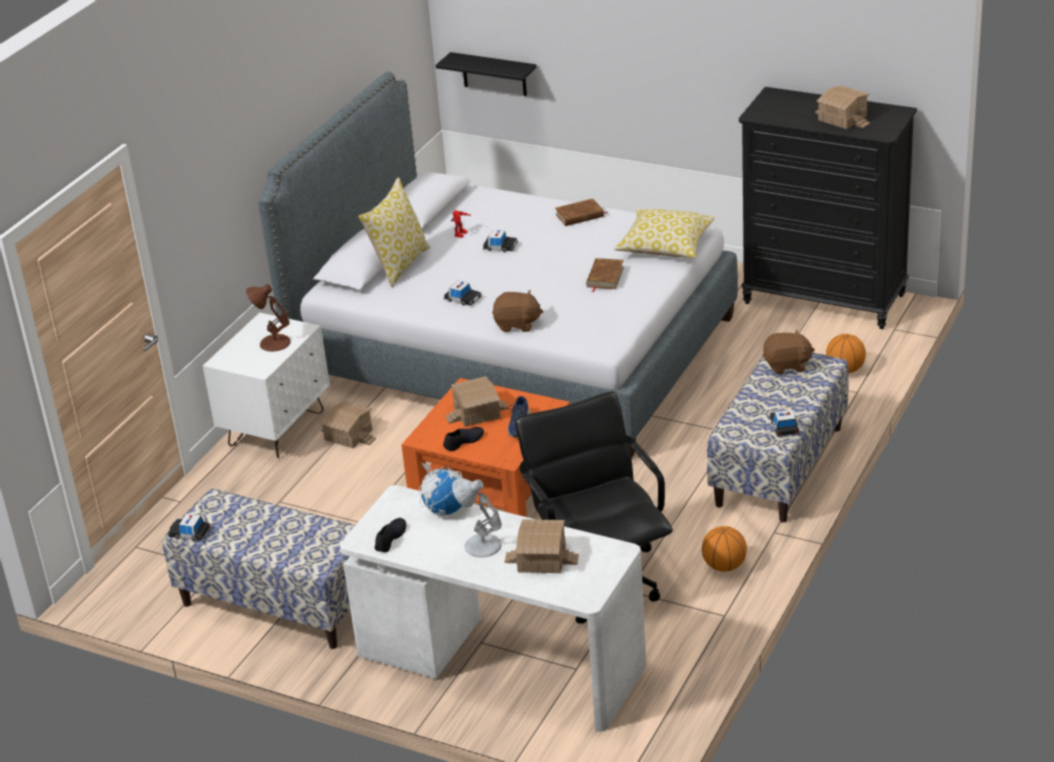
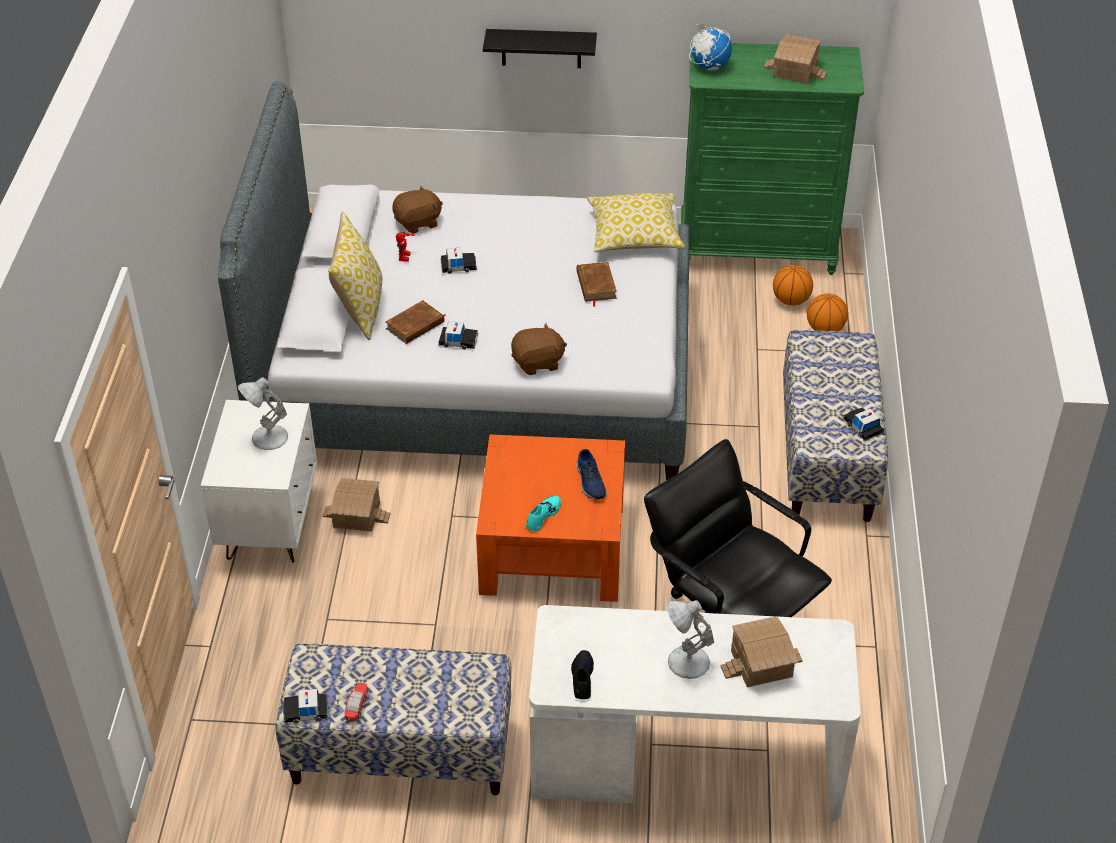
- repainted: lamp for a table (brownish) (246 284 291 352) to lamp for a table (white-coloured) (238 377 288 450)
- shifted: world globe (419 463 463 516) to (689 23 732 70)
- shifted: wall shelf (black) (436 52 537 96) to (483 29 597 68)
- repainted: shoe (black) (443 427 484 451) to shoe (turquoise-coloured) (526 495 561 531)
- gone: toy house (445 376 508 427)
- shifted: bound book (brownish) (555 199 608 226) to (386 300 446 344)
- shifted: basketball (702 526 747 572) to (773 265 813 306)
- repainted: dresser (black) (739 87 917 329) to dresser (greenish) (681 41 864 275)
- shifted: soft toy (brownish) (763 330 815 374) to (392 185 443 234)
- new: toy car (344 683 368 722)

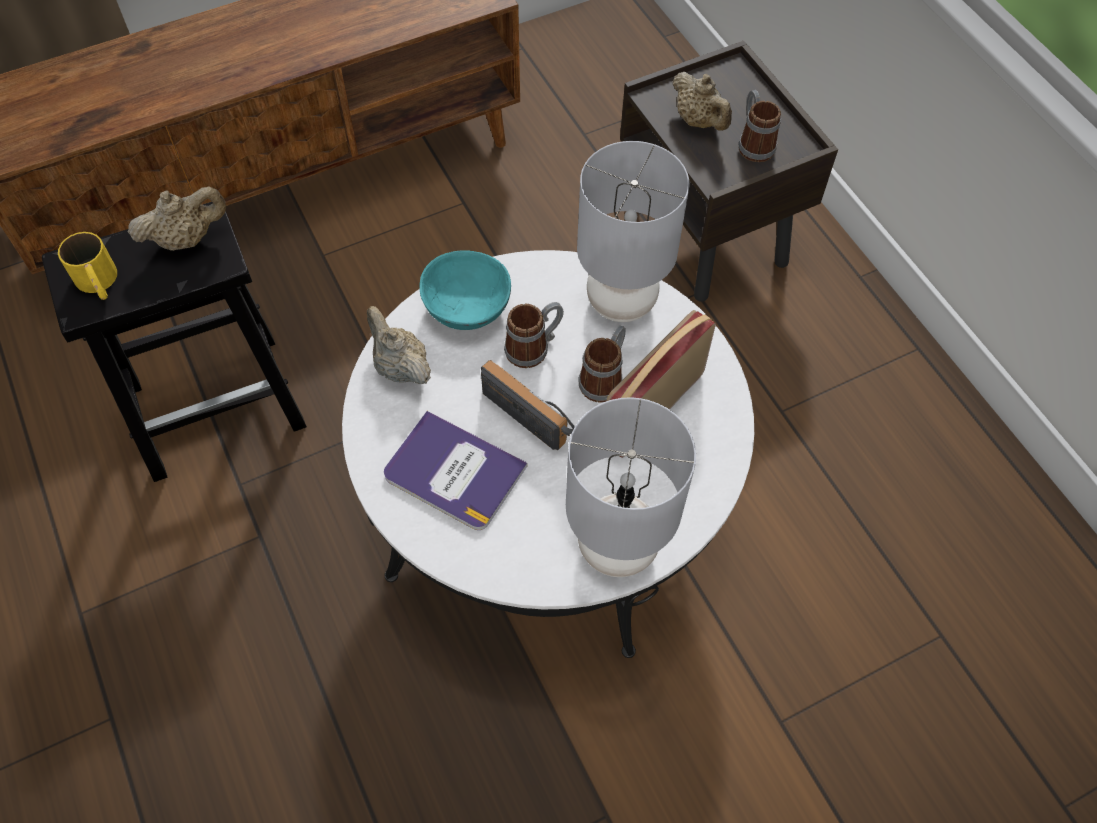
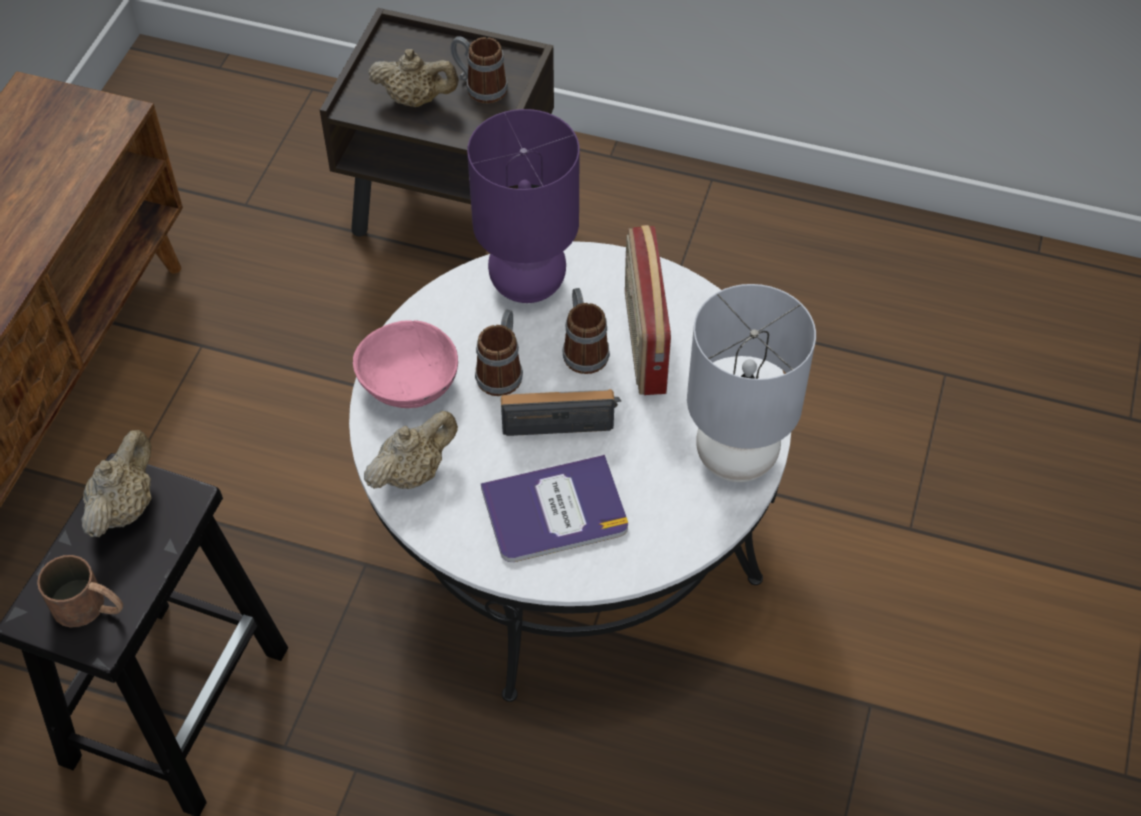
- repainted: mug (yellowish) (58 232 117 300) to mug (brownish) (37 555 123 627)
- rotated: teapot (sand-coloured) (367 306 431 385) = (364 411 458 489) 135 degrees clockwise
- repainted: serving bowl (turquoise-coloured) (420 250 511 330) to serving bowl (pink-coloured) (353 320 458 408)
- repainted: lamp for a table (gray) (577 141 690 322) to lamp for a table (purple-coloured) (467 109 580 303)

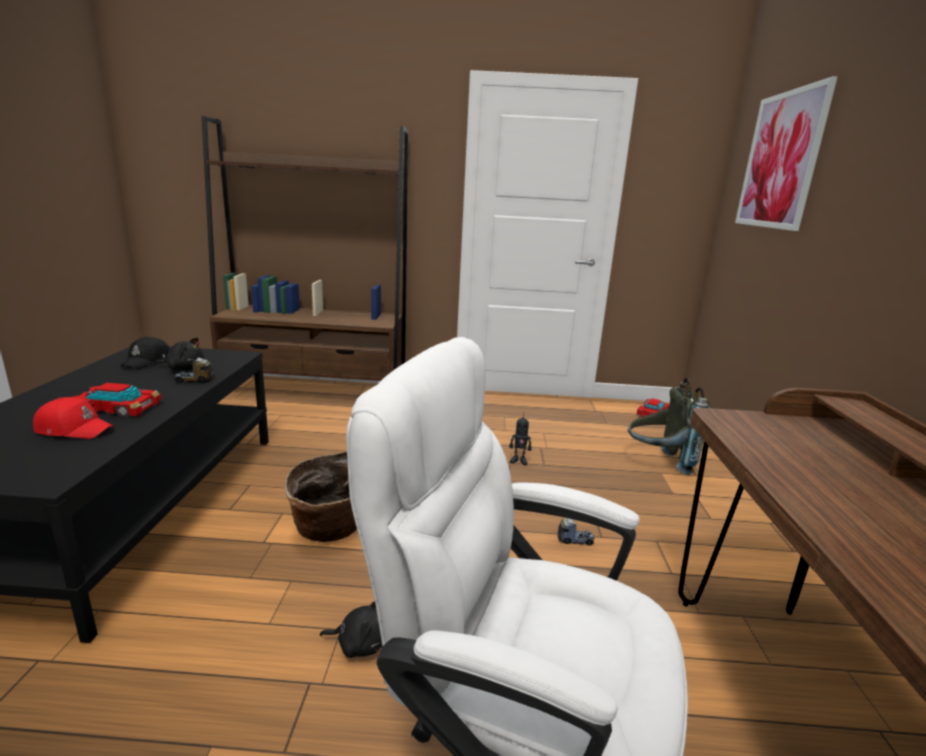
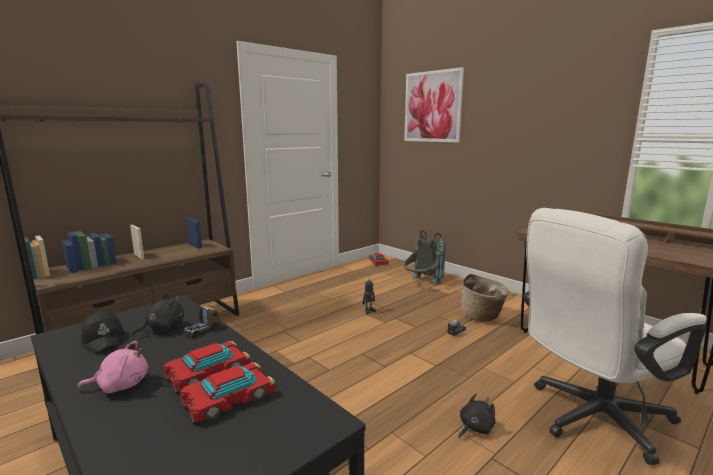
- swapped: baseball cap (red-coloured) (33 397 114 439) to toy car (180 362 276 422)
- shifted: household basket (285 451 357 542) to (461 274 509 322)
- new: soft toy (pink-coloured) (77 341 148 393)

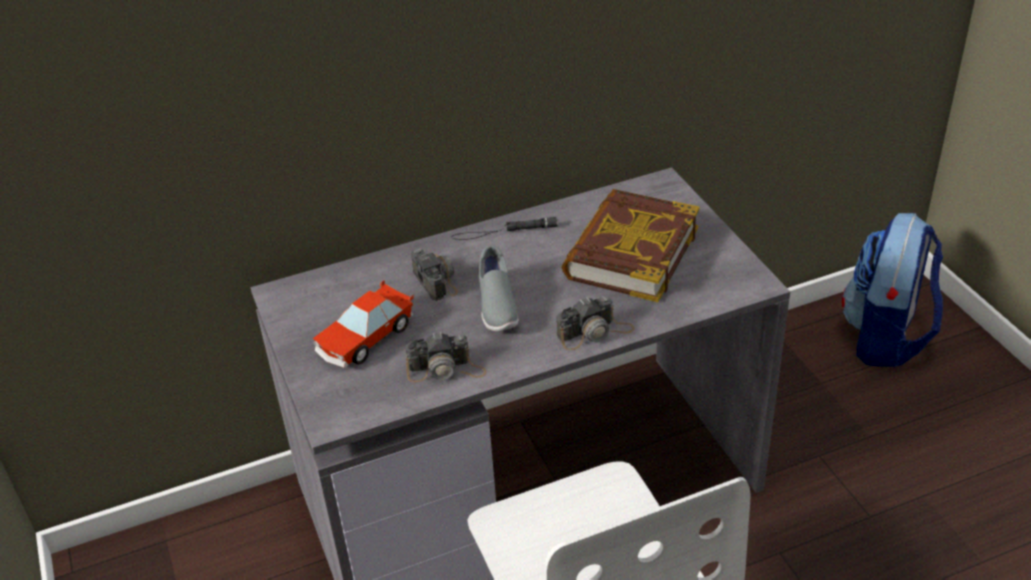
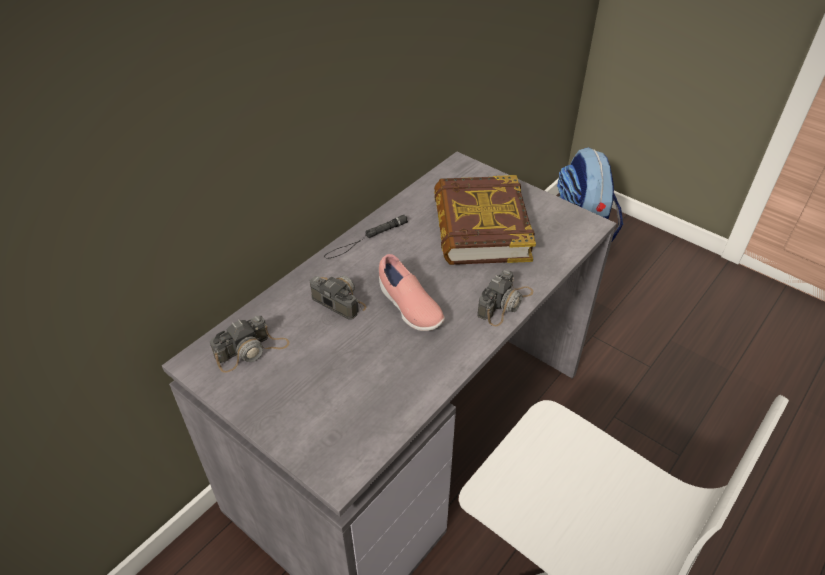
- gone: toy car (313 280 414 368)
- shifted: photo camera (405 332 486 382) to (210 316 290 373)
- repainted: shoe (gray) (479 245 519 332) to shoe (pink-coloured) (379 254 445 331)

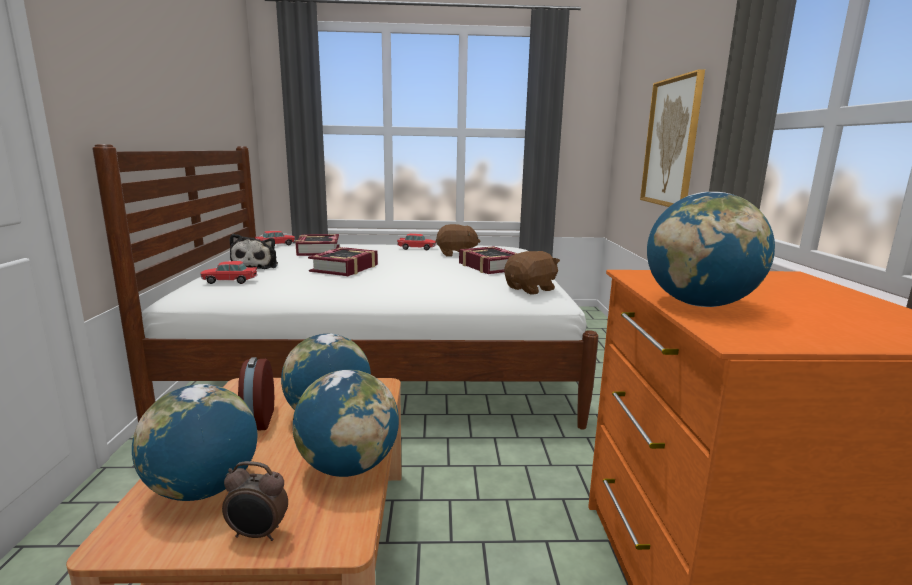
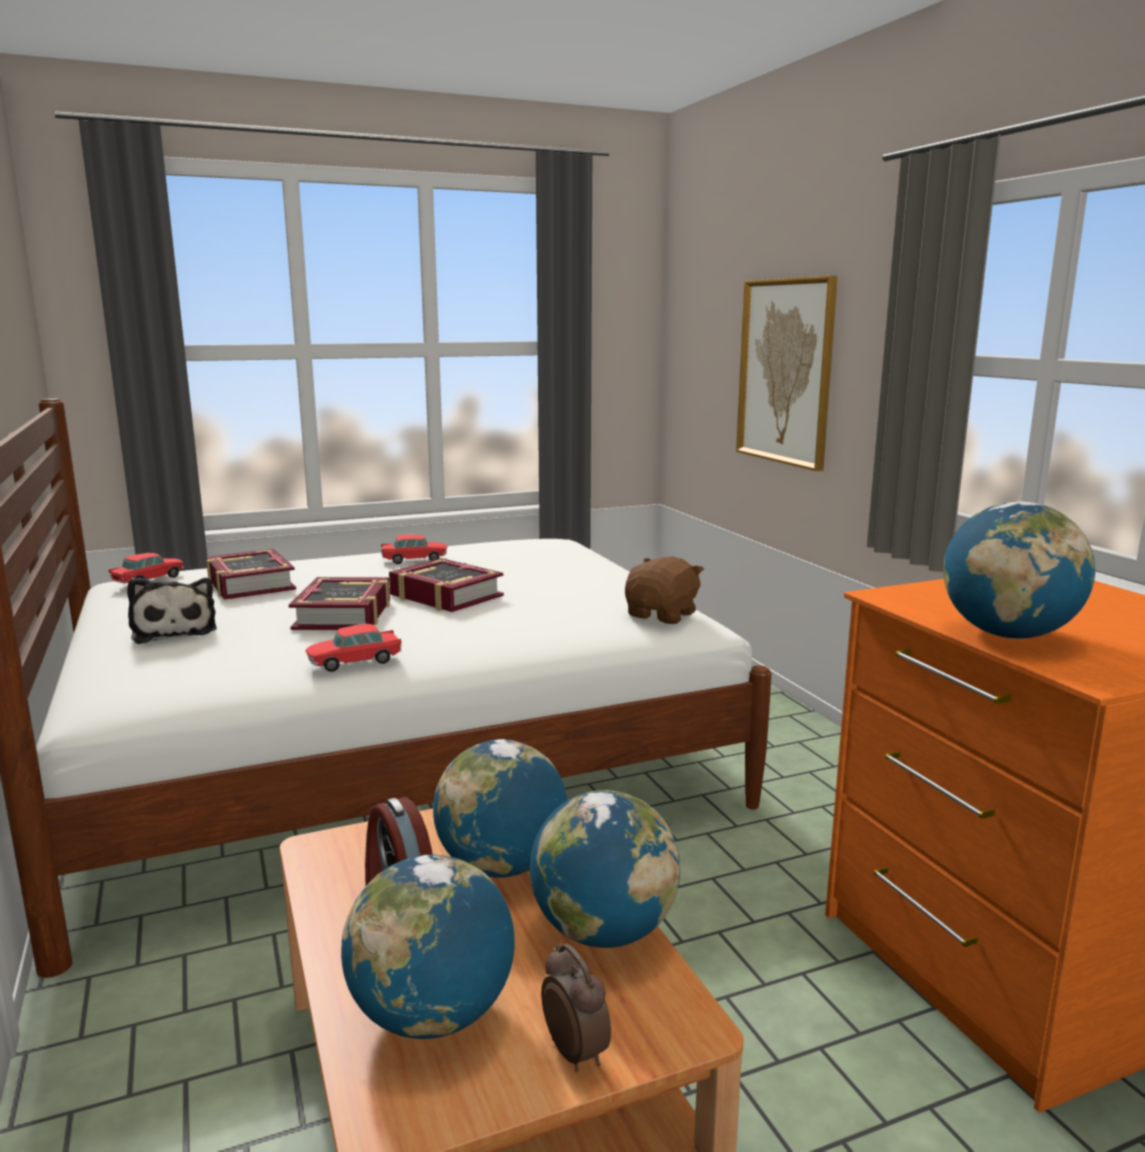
- shifted: toy car (200 261 258 284) to (306 624 402 672)
- rotated: table clock (222 461 288 541) = (541 944 611 1072) 105 degrees counterclockwise
- gone: soft toy (brownish) (435 224 481 256)
- shifted: bound book (459 246 518 274) to (389 558 504 612)

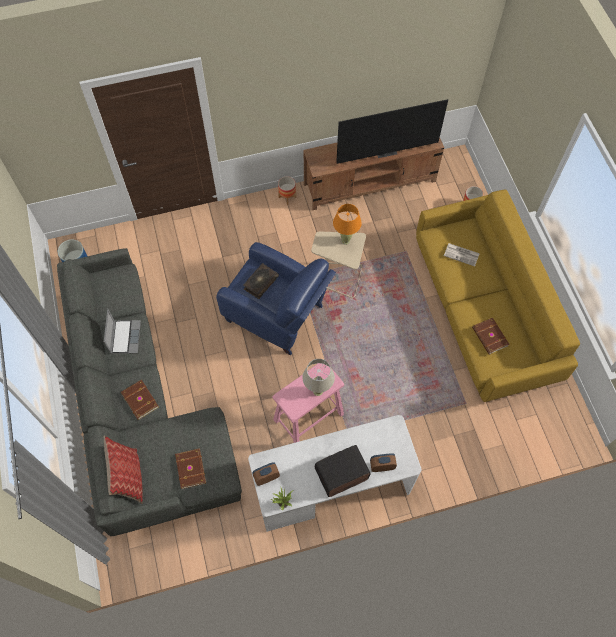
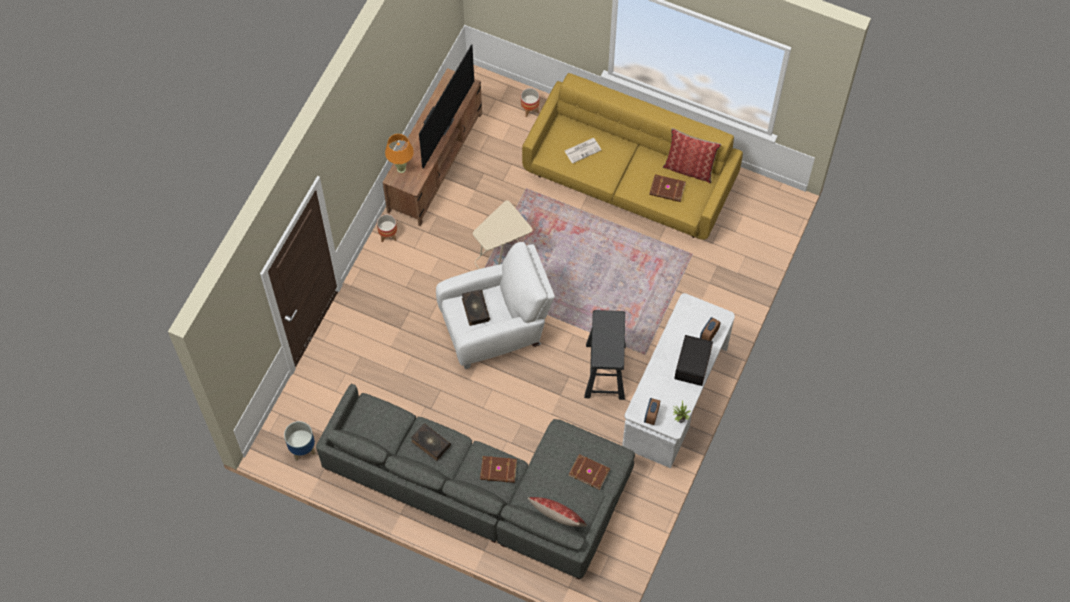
- swapped: notebook computer (104 309 141 354) to bound book (411 423 451 461)
- repainted: armchair (bluish) (216 242 336 355) to armchair (white-coloured) (436 242 555 369)
- repainted: stool (pink-coloured) (272 363 344 443) to stool (black) (584 310 626 400)
- gone: lamp for a table (sand-coloured) (302 359 335 396)
- shifted: lamp for a table (orangey) (333 204 362 245) to (385 134 414 173)
- new: pillow (663 128 721 183)

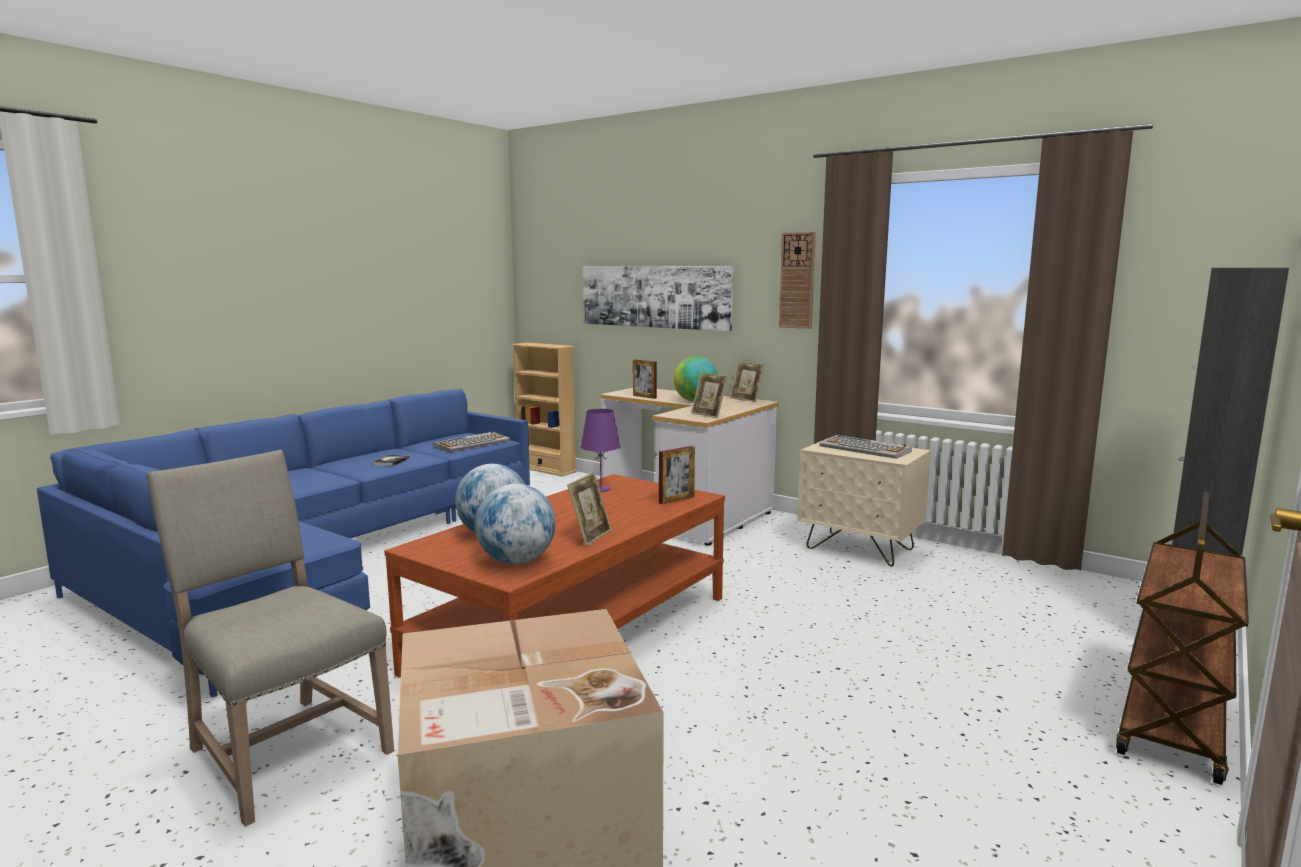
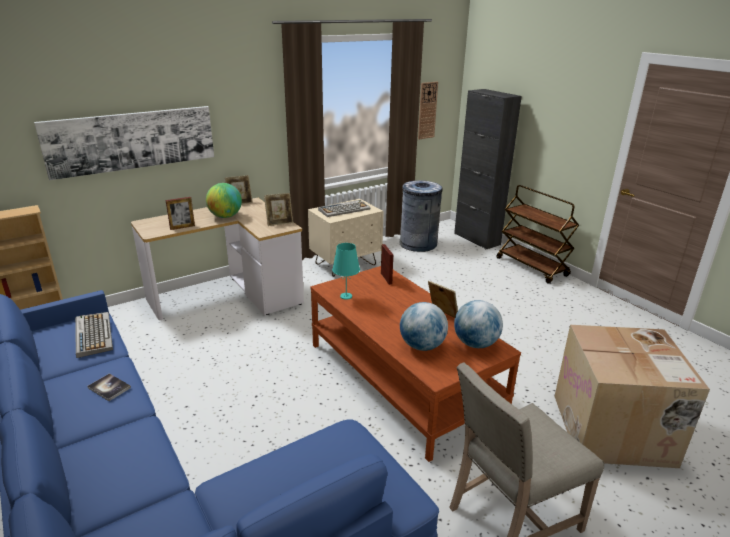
- repainted: lamp for a table (purple-coloured) (580 409 621 492) to lamp for a table (turquoise-coloured) (332 243 360 300)
- shifted: clock on the wall (779 232 816 329) to (418 82 438 139)
- new: trash can (gray) (400 180 442 252)

